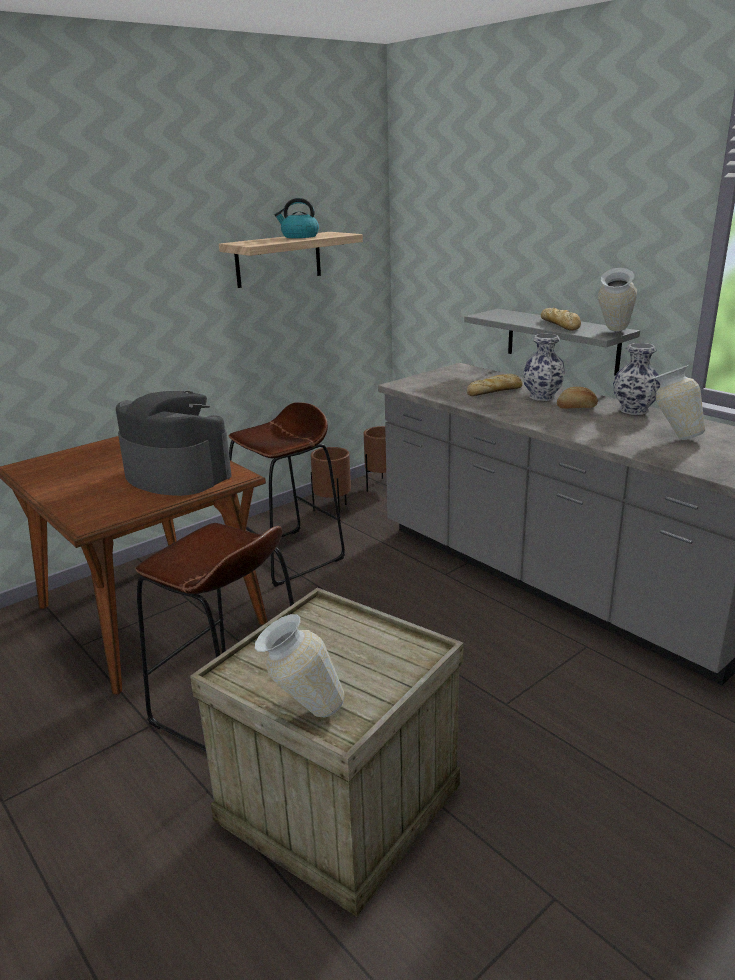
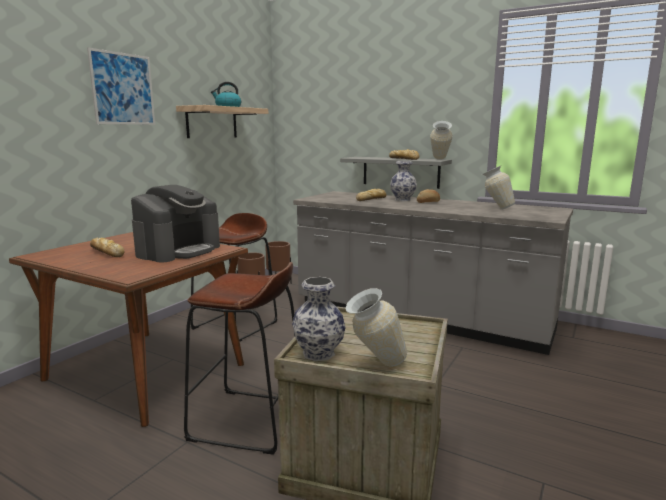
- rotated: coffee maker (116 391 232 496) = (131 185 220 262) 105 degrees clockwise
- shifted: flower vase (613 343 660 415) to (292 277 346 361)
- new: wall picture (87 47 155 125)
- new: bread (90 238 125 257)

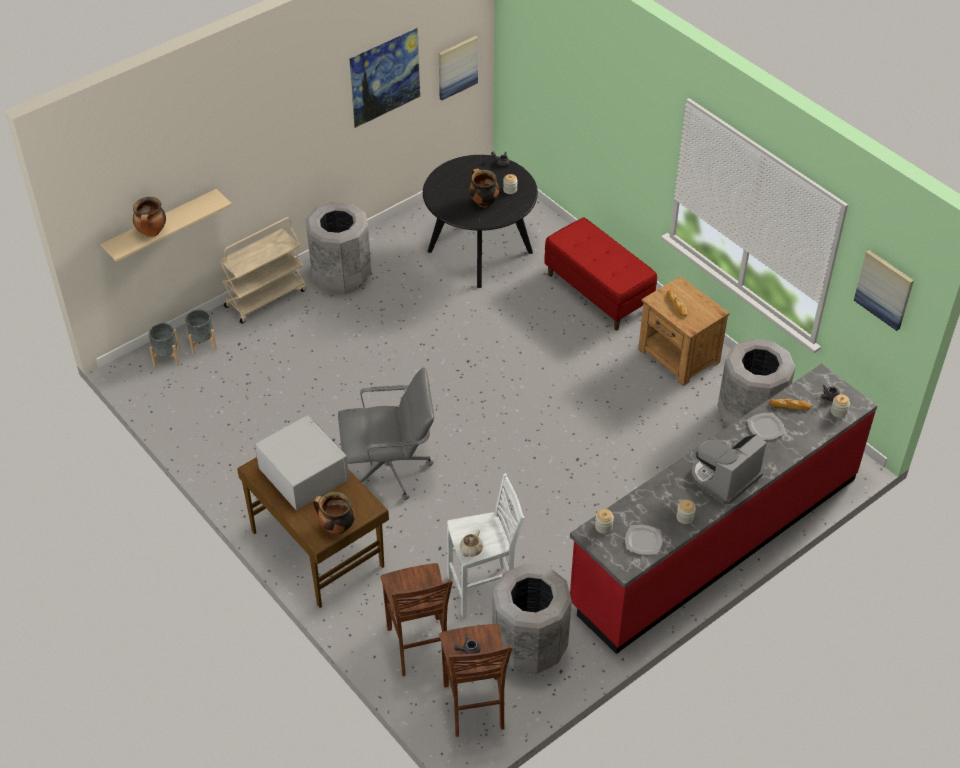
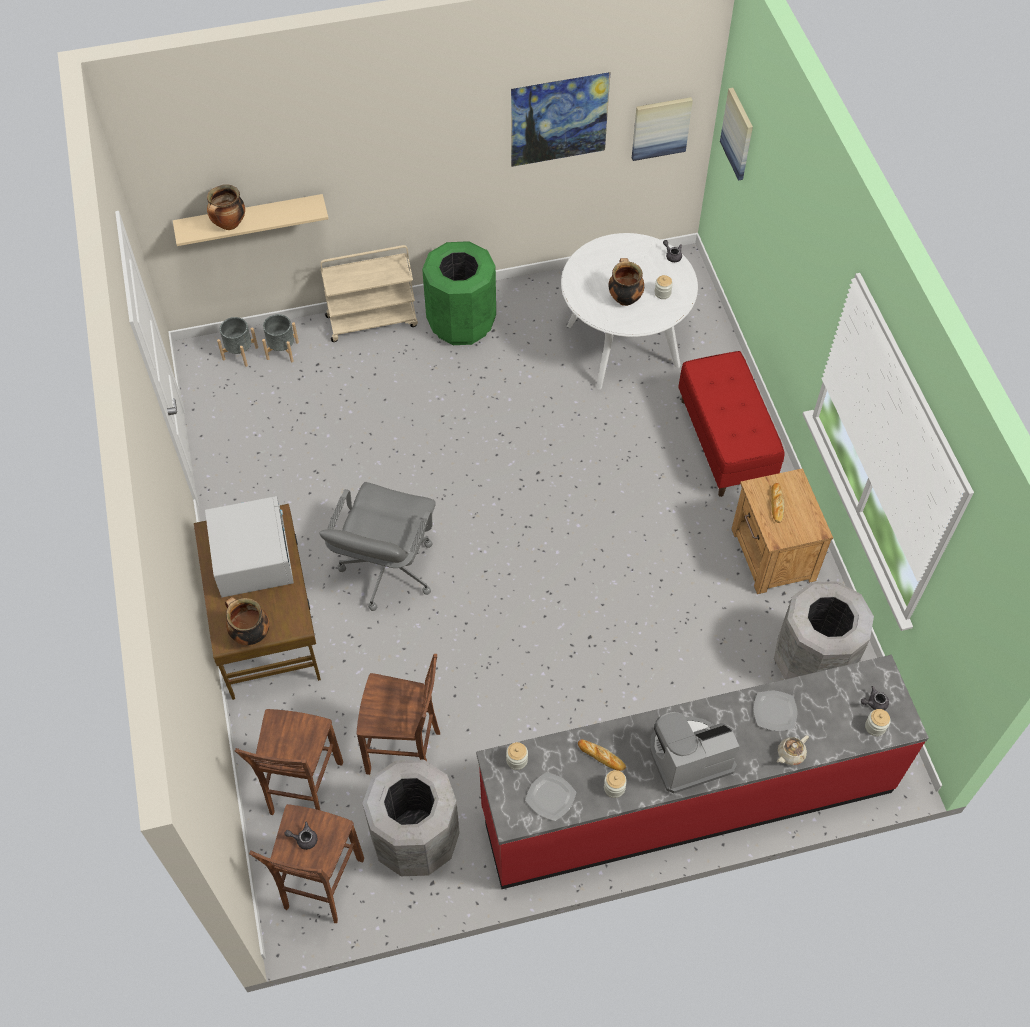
- repainted: trash can (gray) (306 202 371 294) to trash can (greenish) (422 241 496 345)
- rotated: computer chair (gray) (338 367 434 500) = (319 482 436 611) 90 degrees clockwise
- repainted: dinner table (black) (423 155 538 288) to dinner table (white-coloured) (561 233 698 390)
- repainted: stool (white-coloured) (447 473 524 618) to stool (brownish) (357 654 440 775)
- shifted: teapot (sand-coloured) (460 530 483 557) to (777 735 809 766)
- shifted: bread (769 399 812 410) to (578 739 626 771)
- shifted: wall picture (854 250 914 331) to (720 88 753 181)

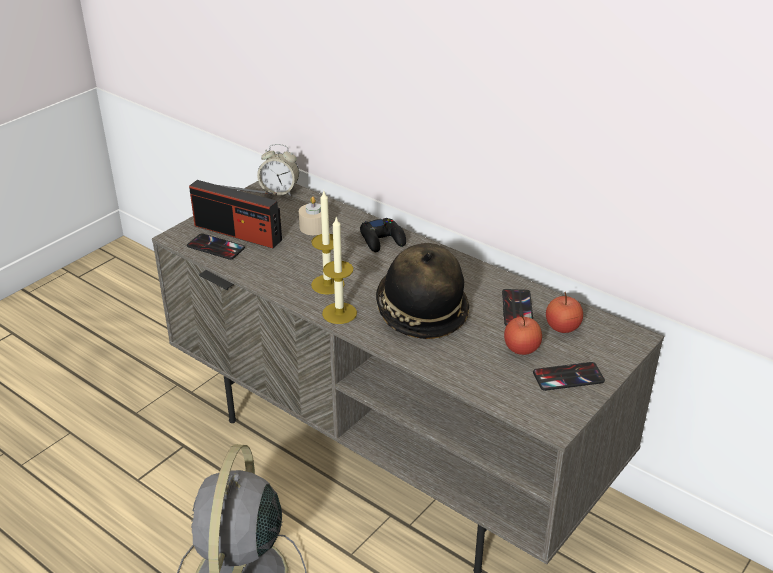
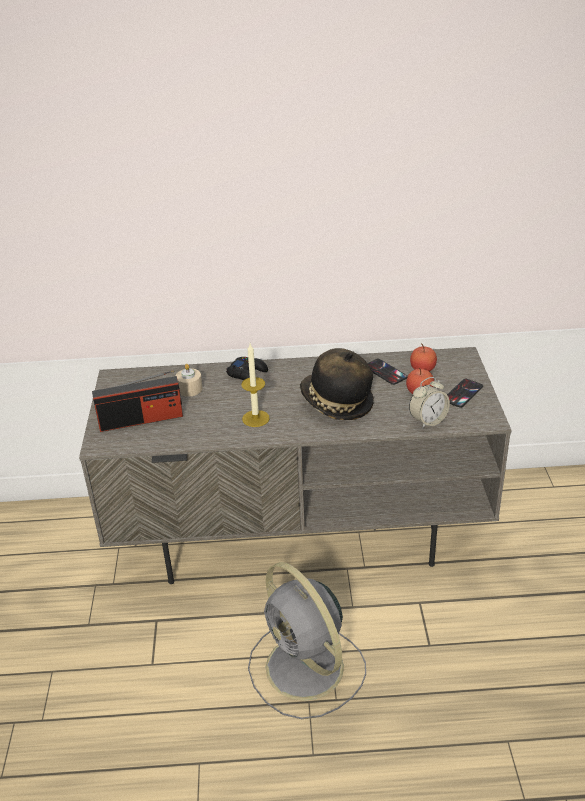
- gone: handset (187 233 245 260)
- shifted: table clock (257 144 299 196) to (409 377 450 429)
- gone: candle (322 218 357 324)

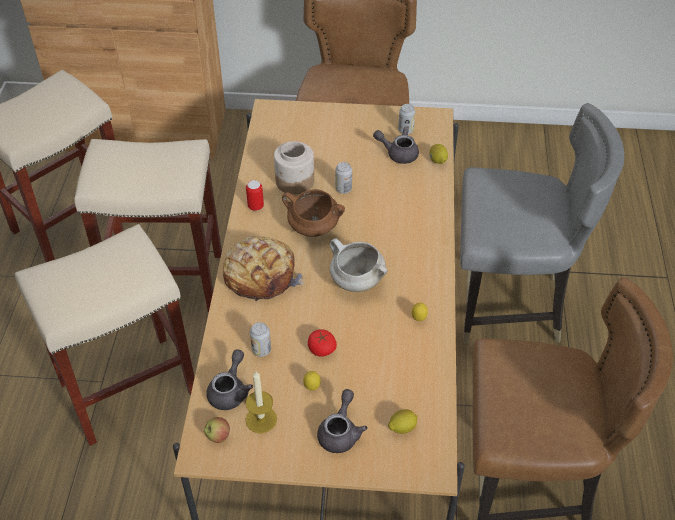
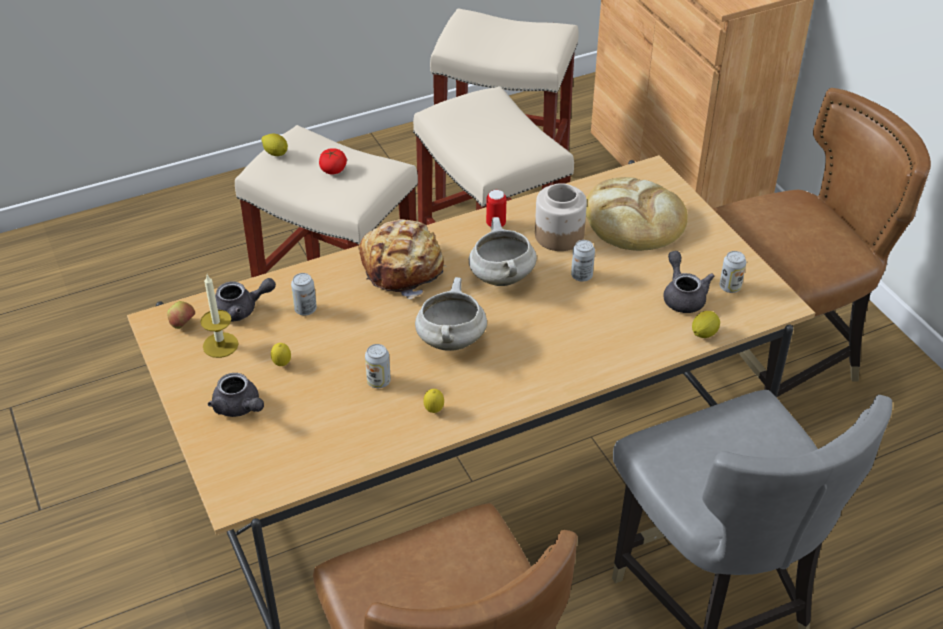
- repainted: stockpot (brownish) (282 189 345 237) to stockpot (white-coloured) (469 217 537 286)
- shifted: fresh tomato (308 329 337 357) to (319 148 347 174)
- rotated: teapot (gray) (317 389 367 453) = (208 373 264 417) 60 degrees clockwise
- shifted: lemon (388 409 418 434) to (261 134 288 156)
- new: metal can (365 344 391 388)
- new: bread (586 177 688 251)

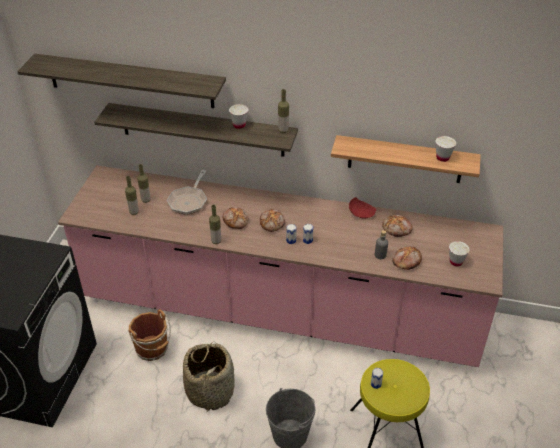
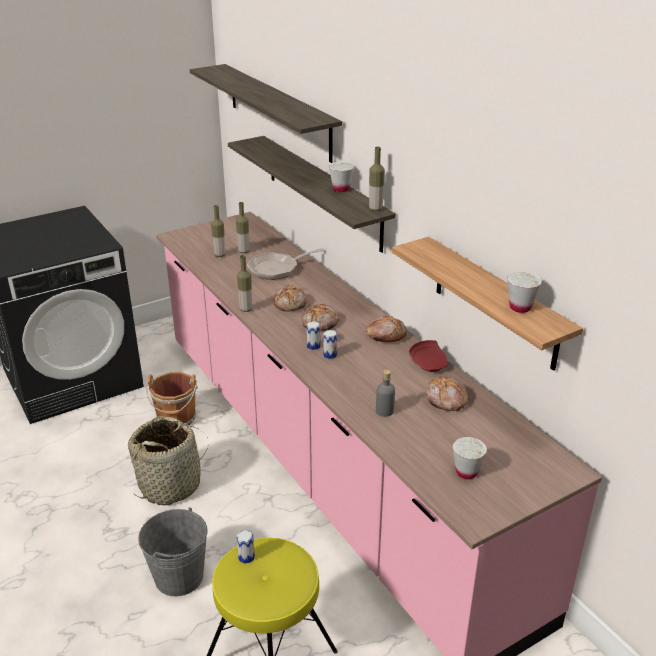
- shifted: bread (392 246 422 270) to (366 316 407 342)

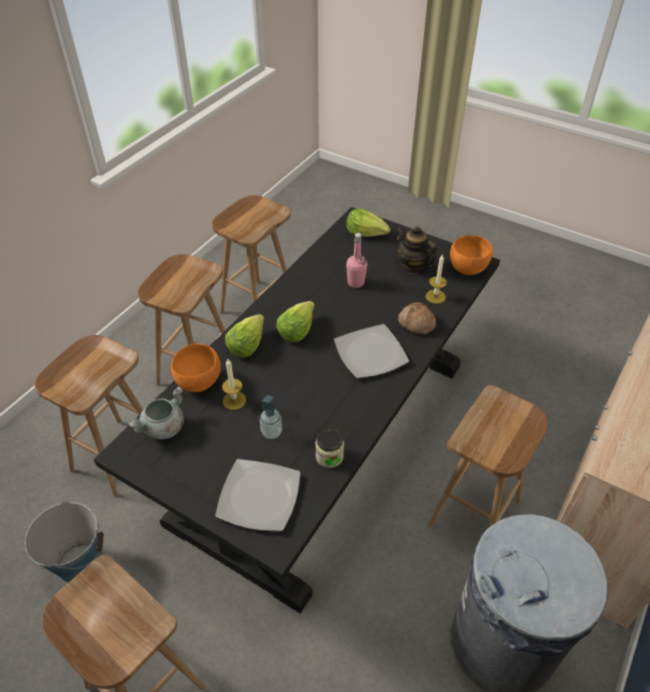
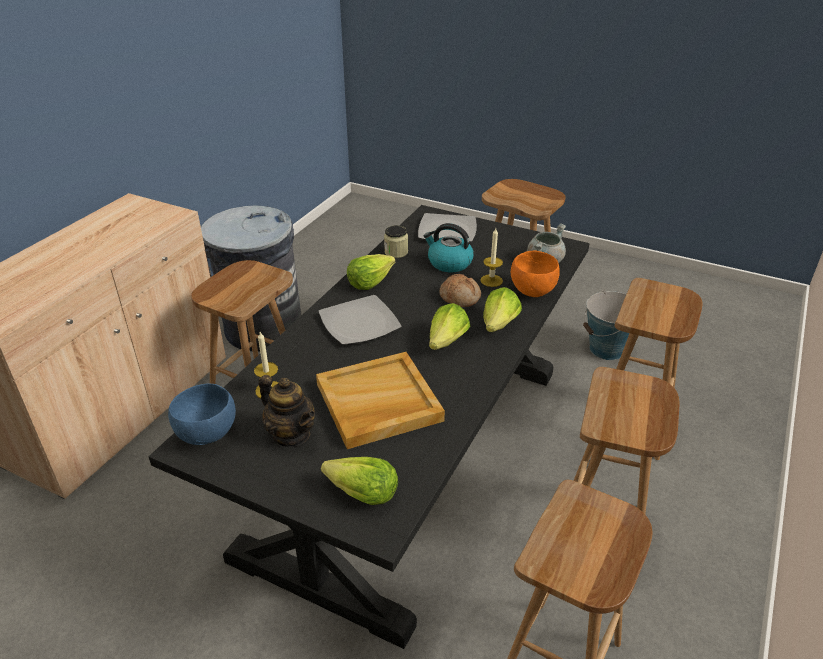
- swapped: soap bottle (260 395 282 439) to water kettle (423 223 474 272)
- swapped: drink bottle (pink-coloured) (346 233 367 288) to carrying tray (sand-coloured) (316 352 445 449)
- shifted: bread (398 302 436 334) to (439 274 481 307)
- repainted: serving bowl (orangey) (450 235 493 275) to serving bowl (bluish) (168 383 236 445)
- new: lettuce head (347 254 396 290)

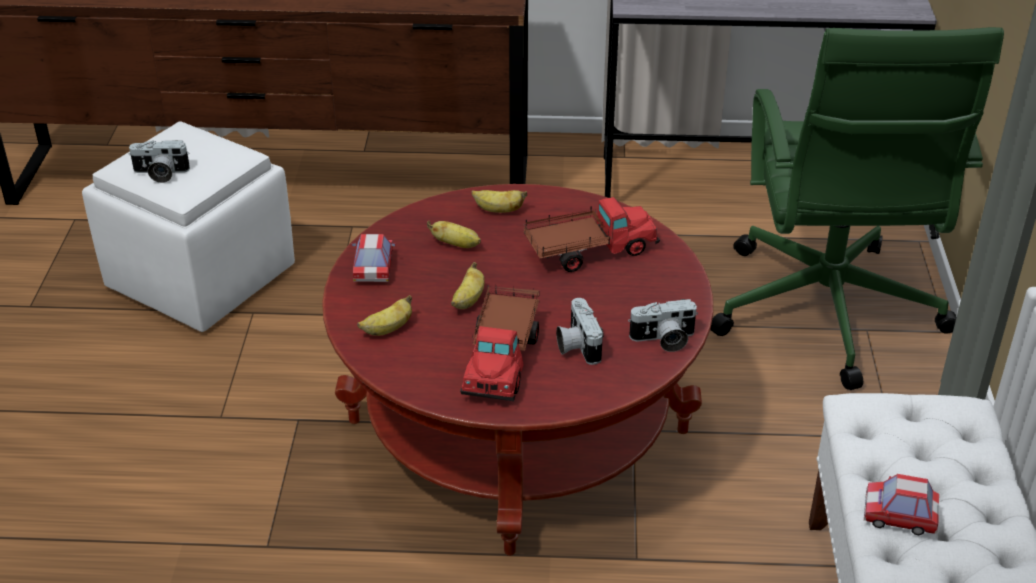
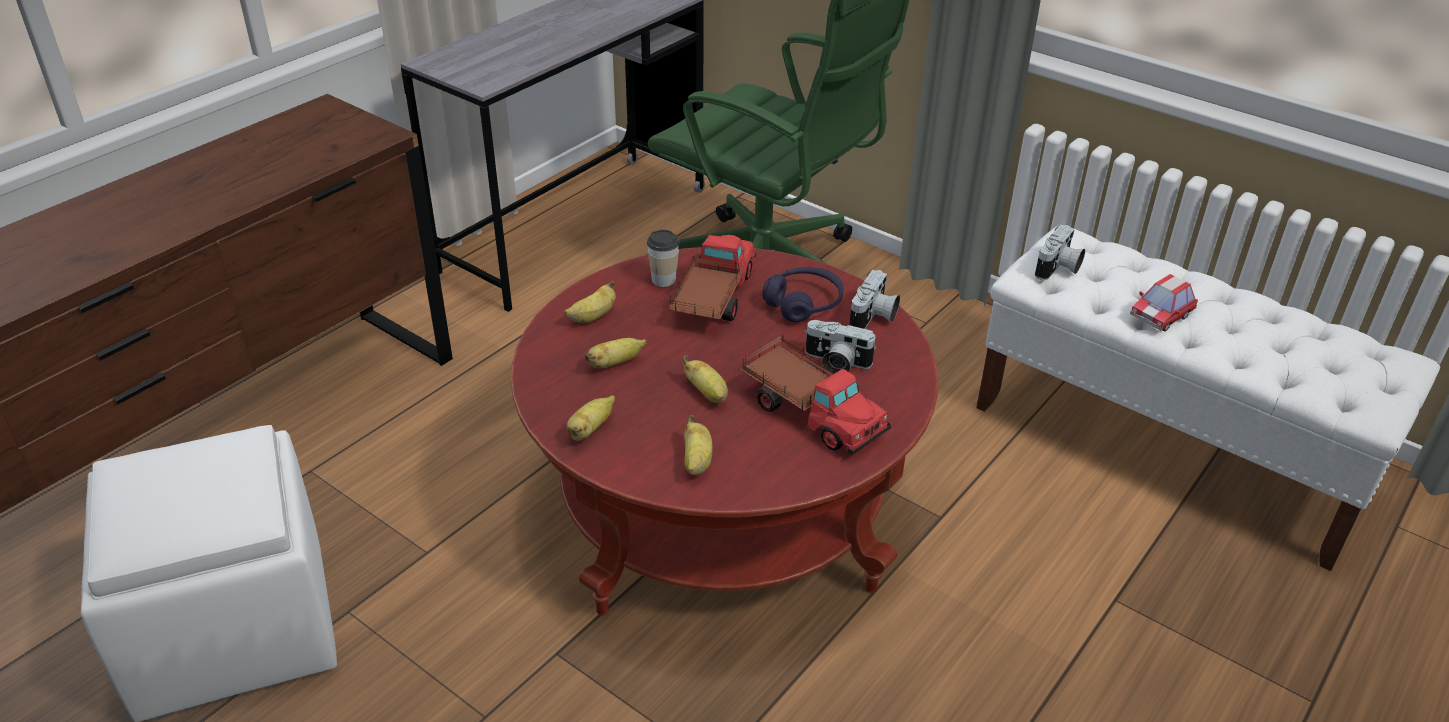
- shifted: photo camera (129 140 190 183) to (1035 224 1085 280)
- swapped: toy car (352 234 396 282) to banana fruit (567 395 615 441)
- new: small cup (647 230 679 287)
- new: headphones (purple-coloured) (762 267 843 322)

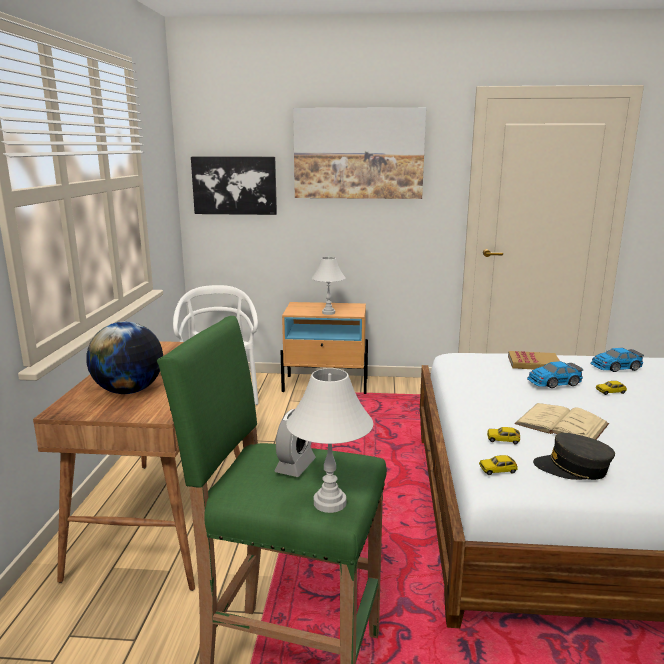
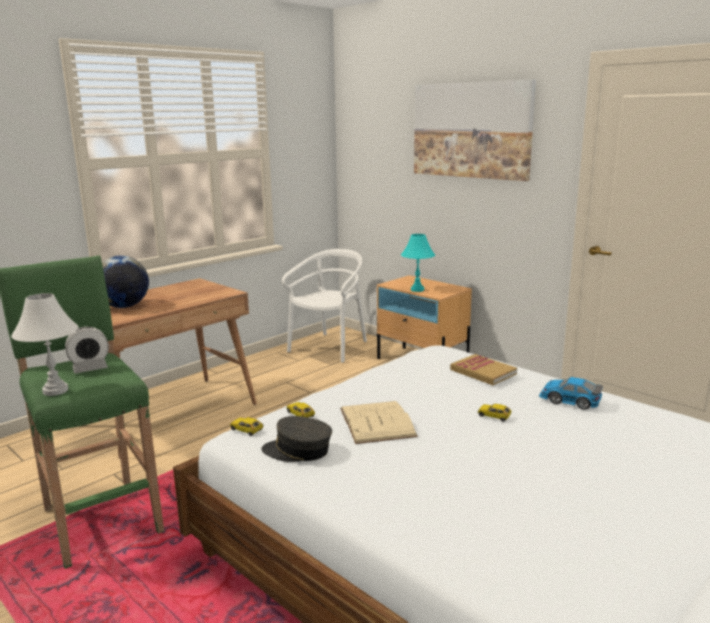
- gone: wall picture (191 157 277 215)
- repainted: lamp for a table (white-coloured) (312 257 346 315) to lamp for a table (turquoise-coloured) (401 234 435 292)
- gone: toy car (527 361 583 388)
- rotated: baseball cap (gray) (533 433 615 480) = (261 416 332 462) 45 degrees counterclockwise

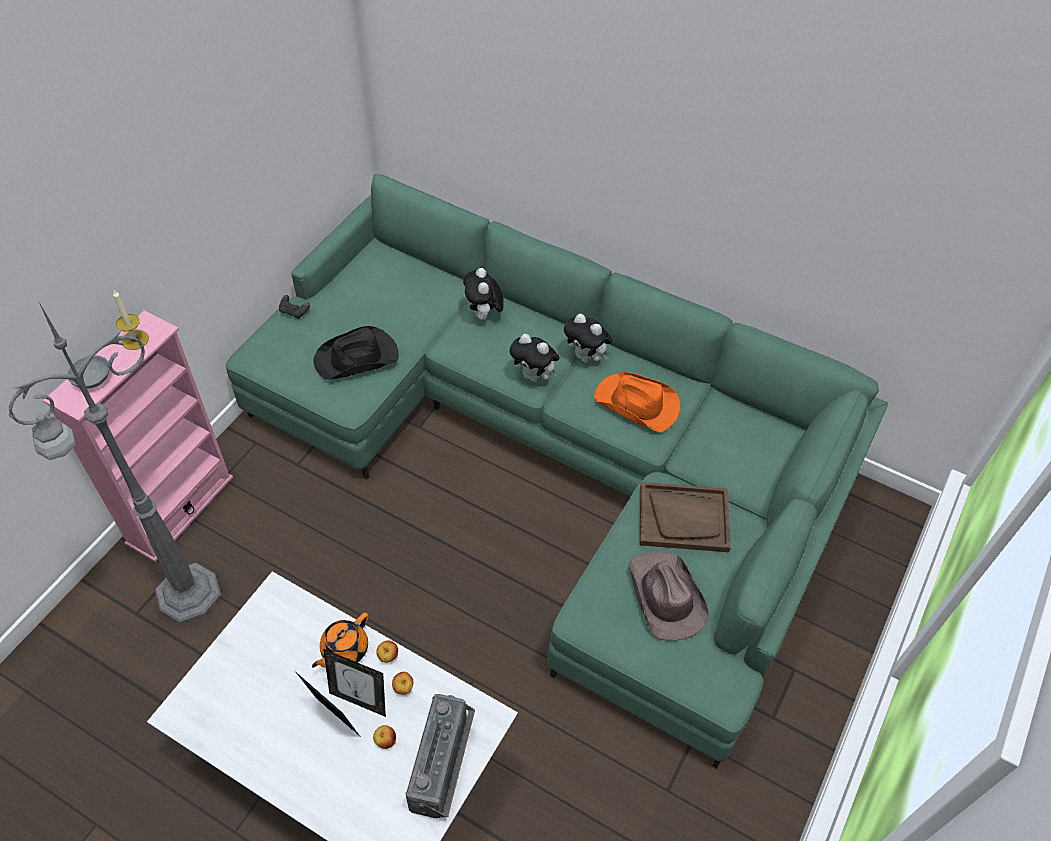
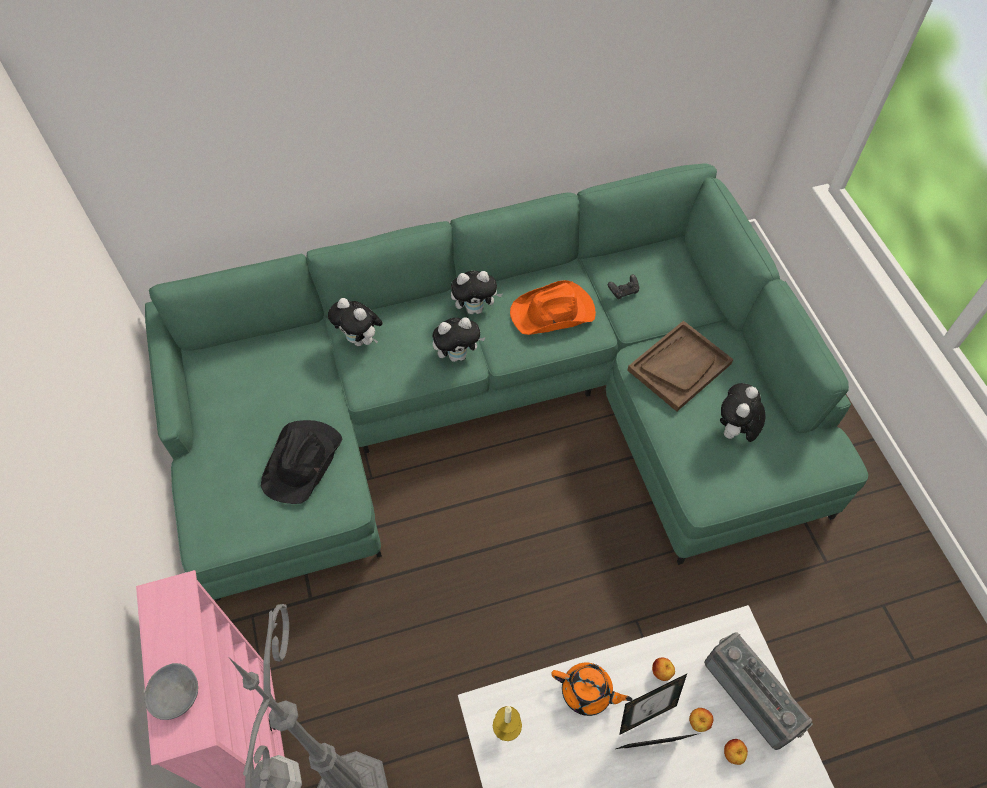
- shifted: candle (113 290 149 350) to (493 706 522 741)
- shifted: joypad (black) (279 295 310 319) to (608 275 639 299)
- rotated: teapot (orangey) (312 613 369 668) = (551 662 632 716) 60 degrees counterclockwise
- shifted: apple (376 641 398 663) to (724 739 748 765)
- swapped: wearable hat (brownish) (628 552 709 641) to soft toy (720 383 765 442)

